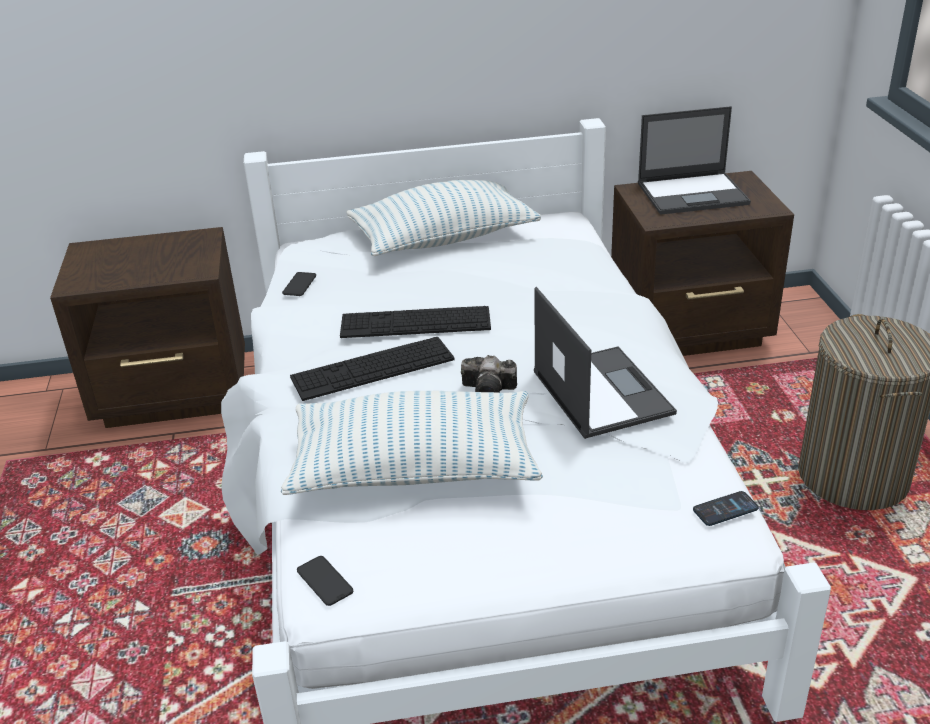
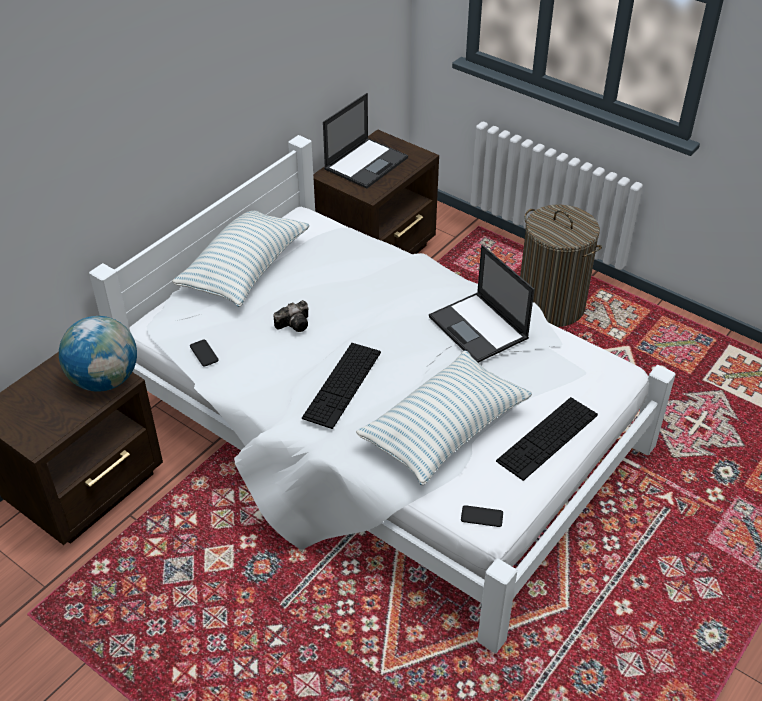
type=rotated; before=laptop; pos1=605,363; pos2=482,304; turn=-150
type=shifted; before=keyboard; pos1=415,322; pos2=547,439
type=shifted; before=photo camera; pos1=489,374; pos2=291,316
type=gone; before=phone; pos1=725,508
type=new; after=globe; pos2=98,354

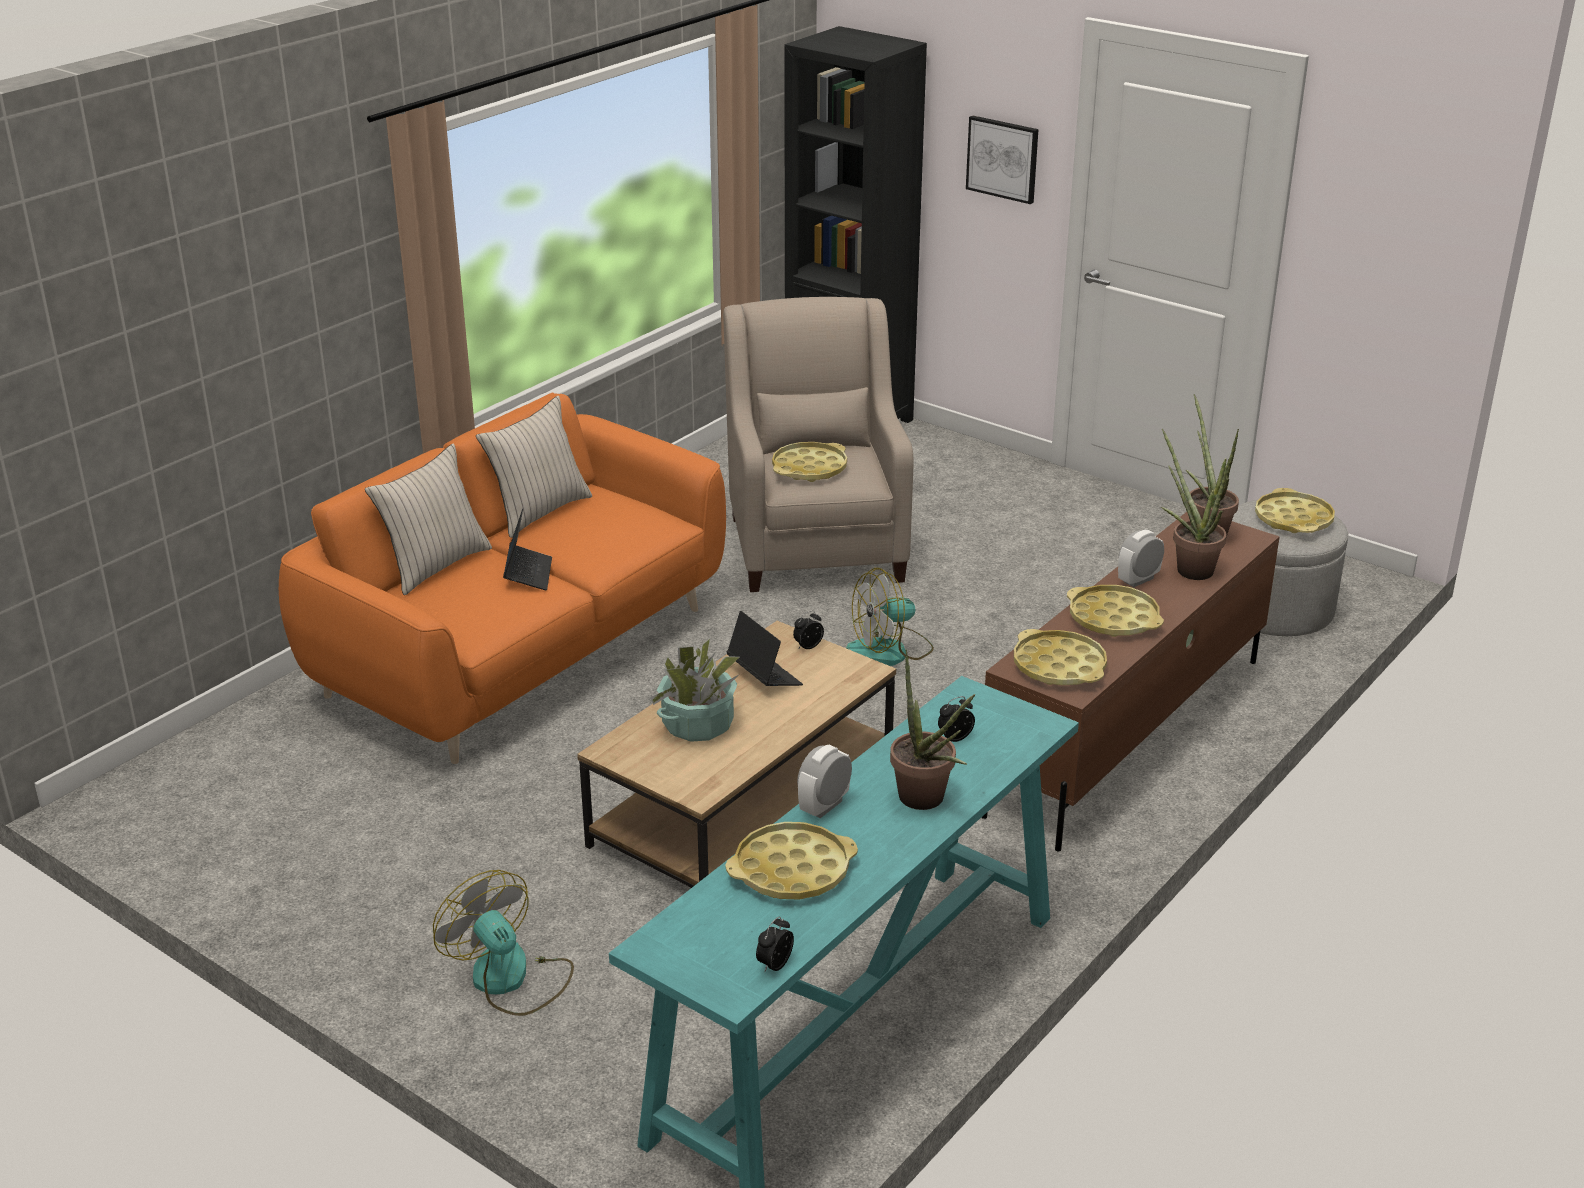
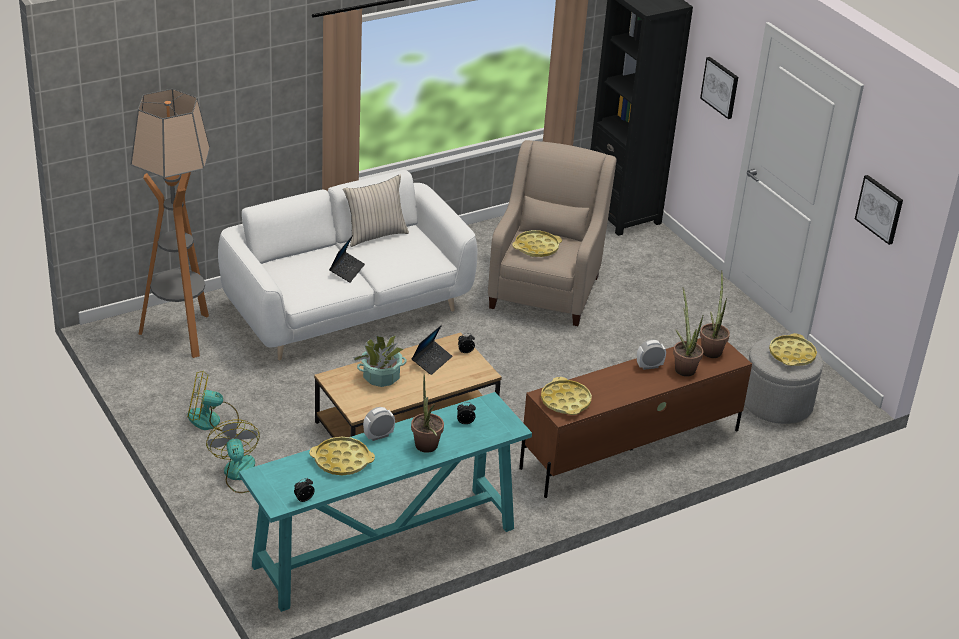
type=repainted; before=orange sofa; after=white sofa; pos1=502,578; pos2=347,265
type=gone; before=beige pillow; pos1=428,519
type=shifted; before=fan; pos1=890,617; pos2=213,400
type=gone; before=yellow tray; pos1=1115,611
type=rotated; before=laptop; pos1=765,648; pos2=431,350; turn=45
type=new; after=floor lamp; pos2=170,223
type=new; after=picture; pos2=879,210

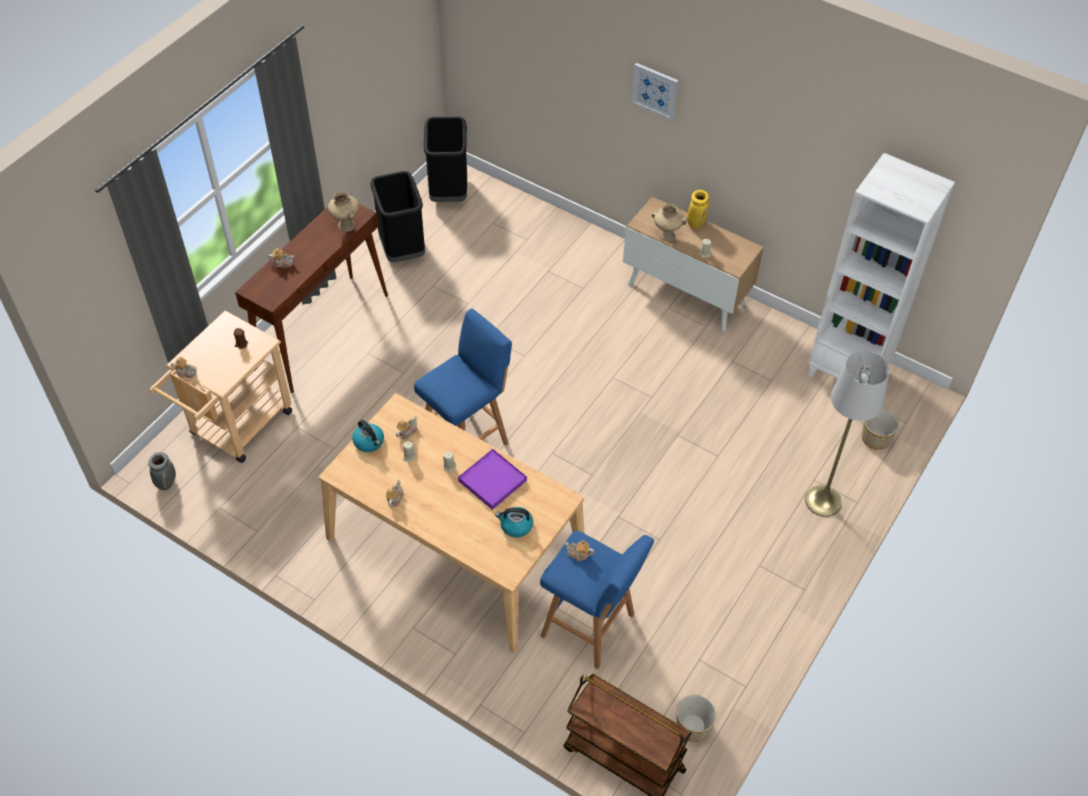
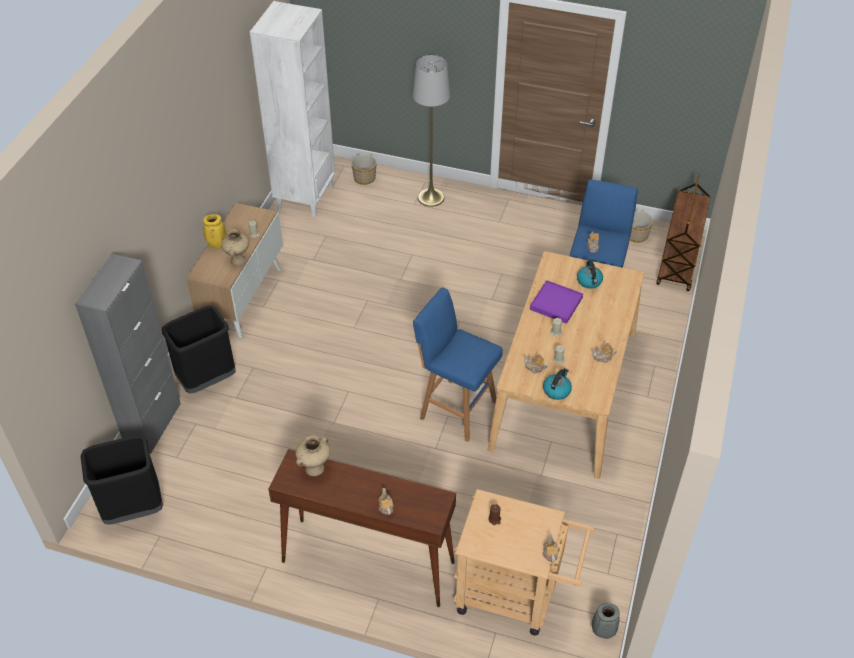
type=gone; before=picture; pos1=655,91
type=shifted; before=black trash can; pos1=398,216; pos2=199,350
type=new; after=grey cabinet; pos2=128,353

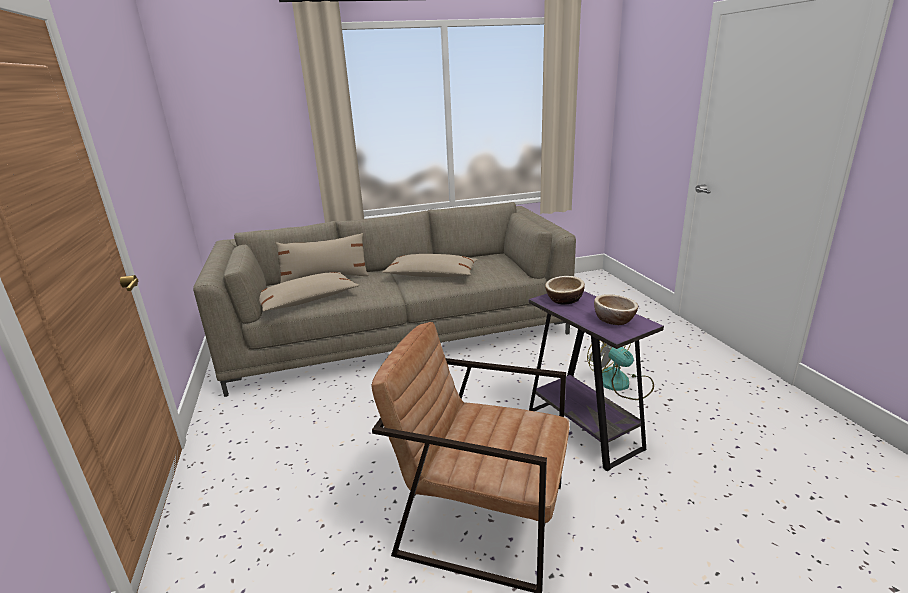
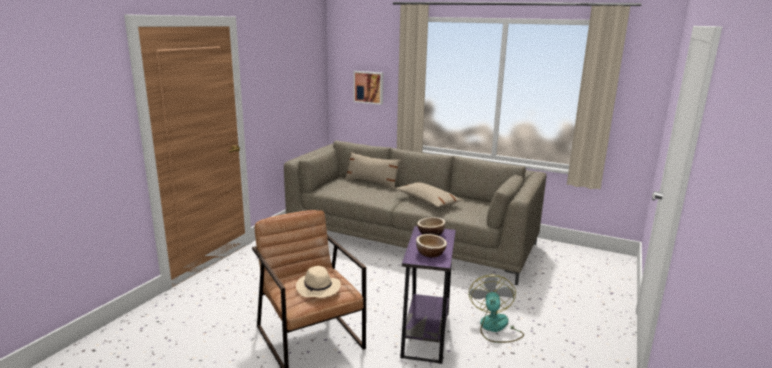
type=gone; before=beige pillow; pos1=309,291
type=new; after=picture; pos2=368,88
type=new; after=beige hat; pos2=318,282

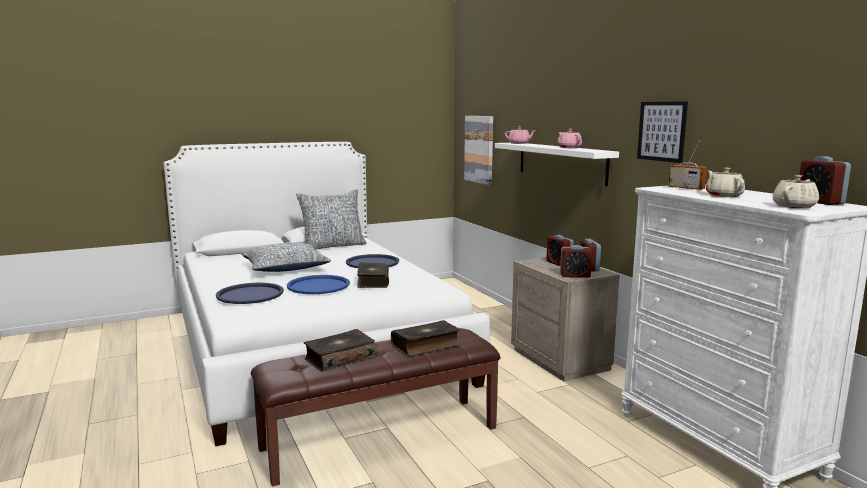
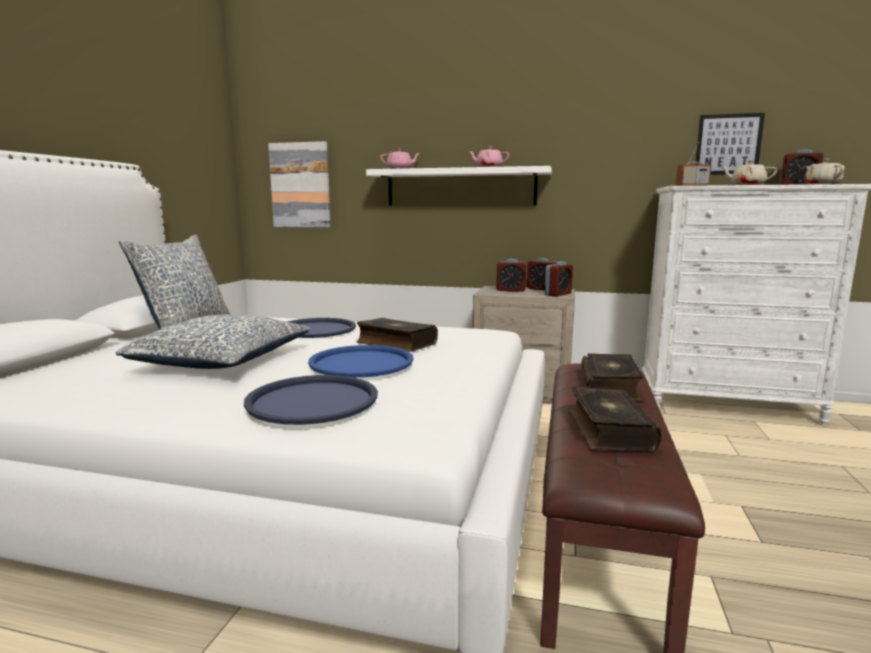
type=shifted; before=picture; pos1=662,132; pos2=730,144

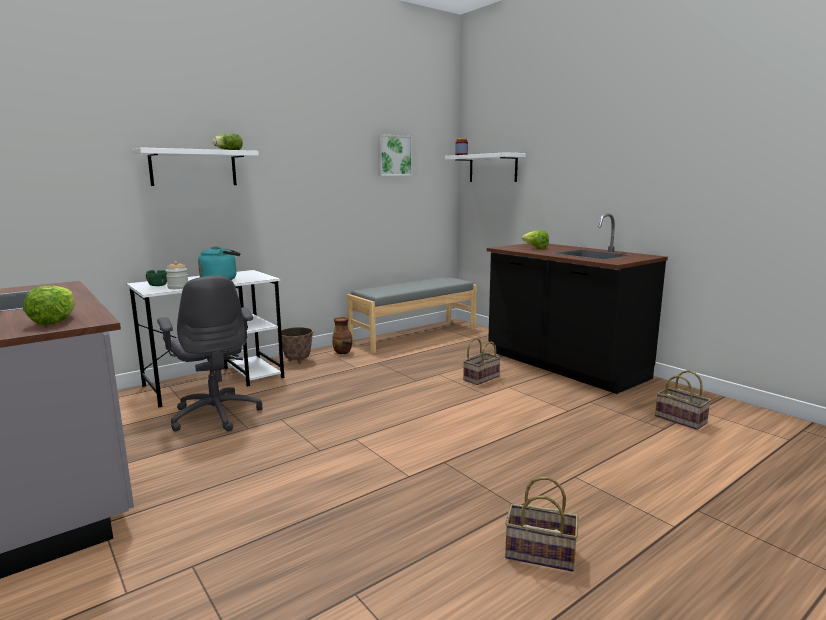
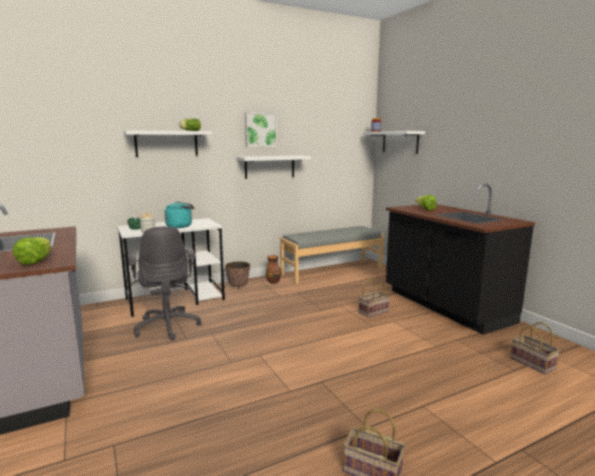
type=shifted; before=picture; pos1=395,155; pos2=261,129
type=new; after=white shelf; pos2=274,167

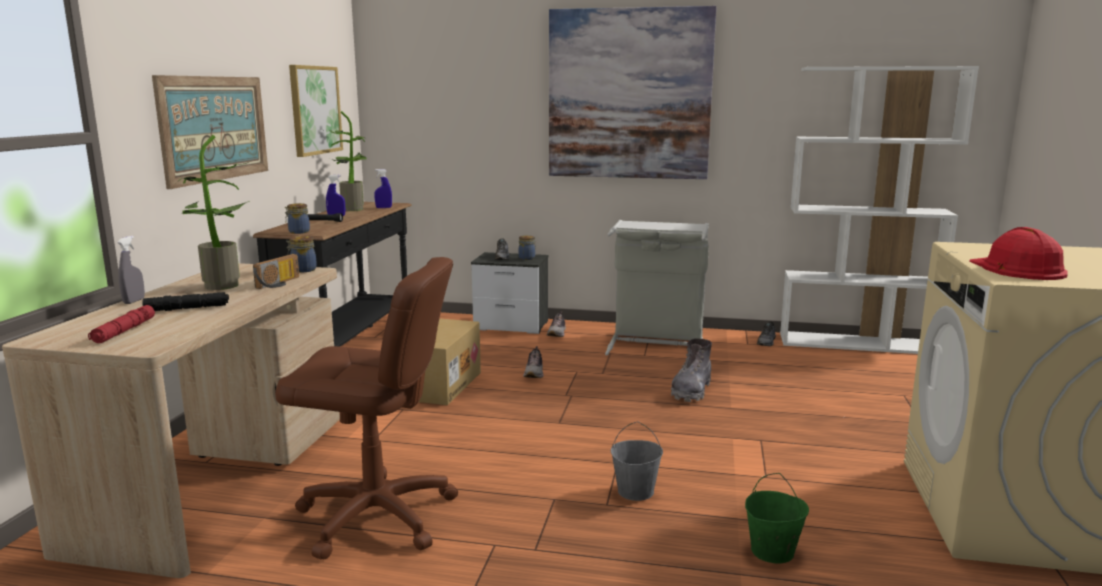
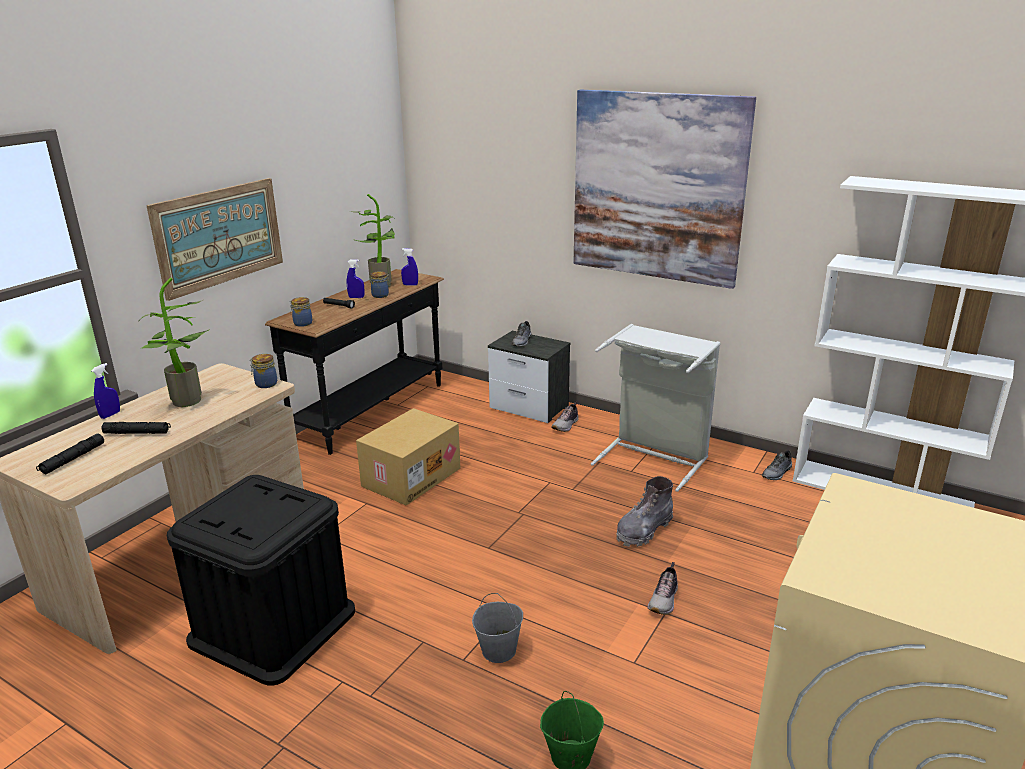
type=gone; before=picture; pos1=316,111
type=gone; before=red hard hat; pos1=1018,253
type=shifted; before=jar; pos1=527,247; pos2=380,284
type=repainted; before=grey spray bottle; after=blue spray bottle; pos1=131,270; pos2=106,391
type=gone; before=radio; pos1=276,271
type=swapped; before=brown office chair; after=black storage box; pos1=366,408; pos2=261,580
type=repainted; before=red flashlight; after=black flashlight; pos1=121,324; pos2=70,453
type=shifted; before=shoe; pos1=533,362; pos2=663,588

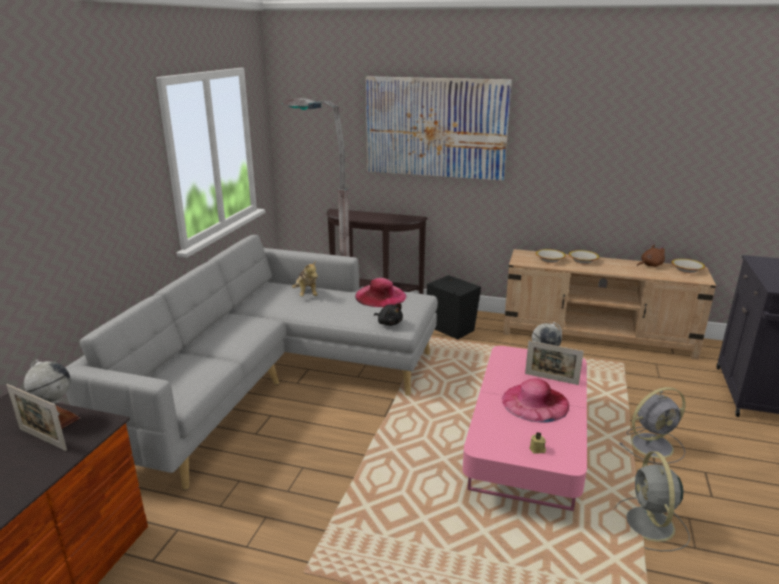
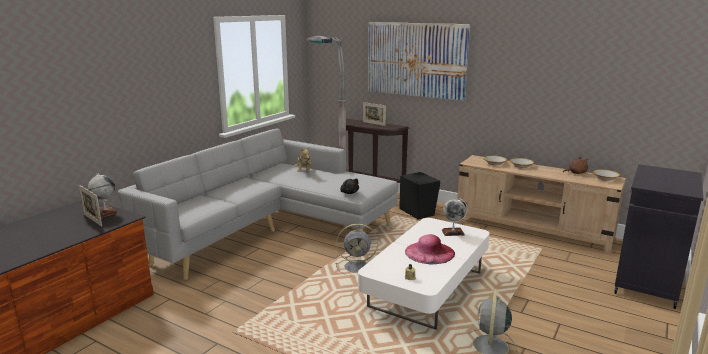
type=gone; before=pink hat; pos1=380,292
type=shifted; before=picture frame; pos1=554,363; pos2=374,114
type=repainted; before=pink coffee table; after=white coffee table; pos1=524,428; pos2=423,274
type=shifted; before=grey fan; pos1=652,425; pos2=357,249

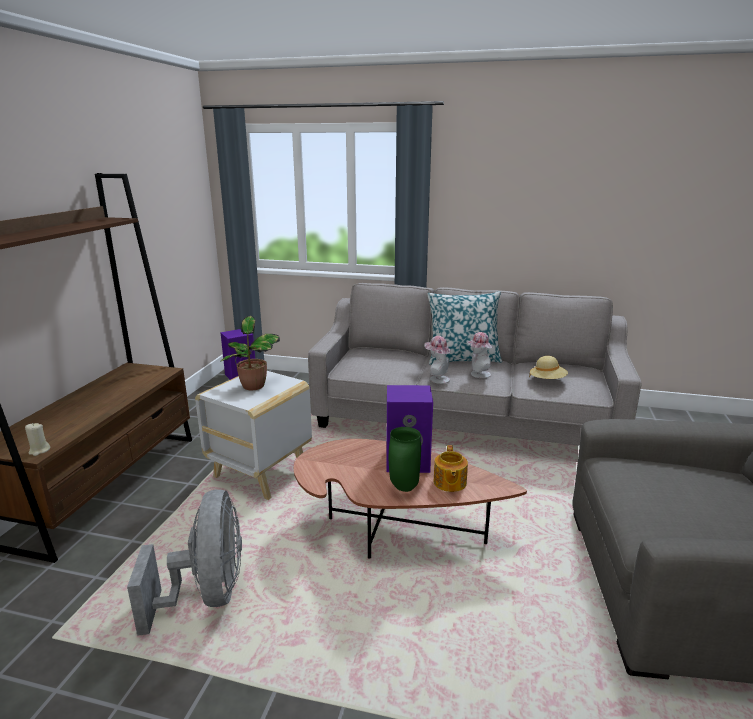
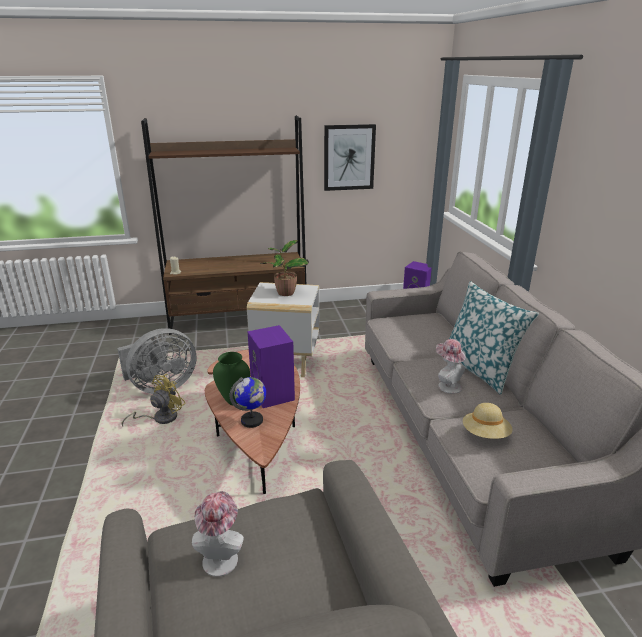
type=shifted; before=hat; pos1=437,360; pos2=218,534
type=swapped; before=teapot; after=globe; pos1=451,468; pos2=247,402
type=new; after=picture; pos2=350,157
type=new; after=yellow fan; pos2=154,400

